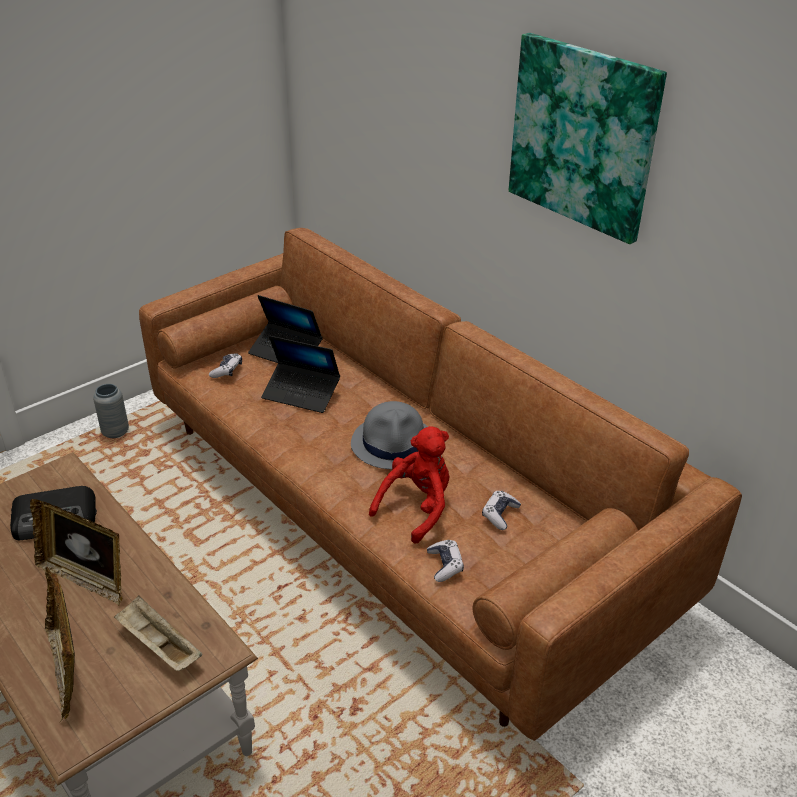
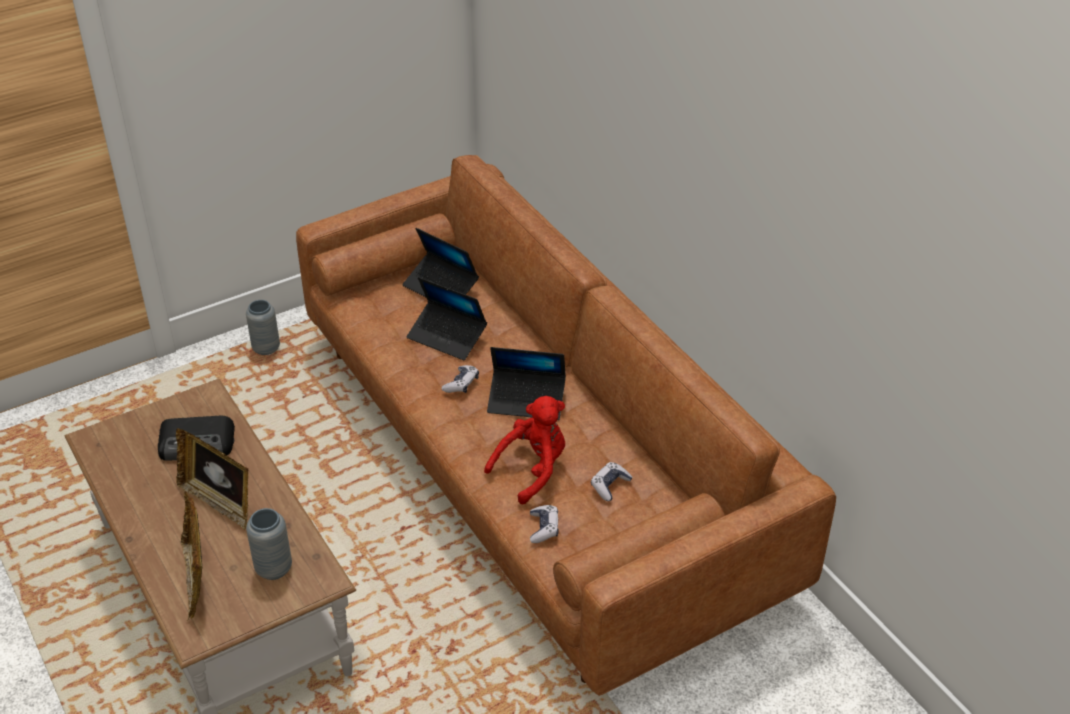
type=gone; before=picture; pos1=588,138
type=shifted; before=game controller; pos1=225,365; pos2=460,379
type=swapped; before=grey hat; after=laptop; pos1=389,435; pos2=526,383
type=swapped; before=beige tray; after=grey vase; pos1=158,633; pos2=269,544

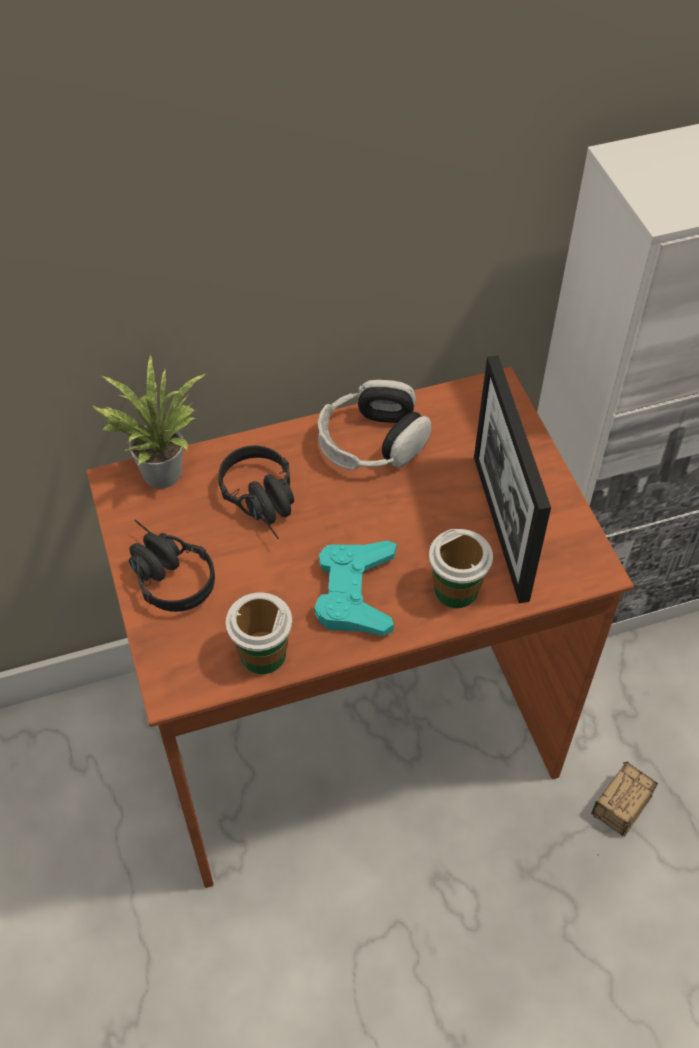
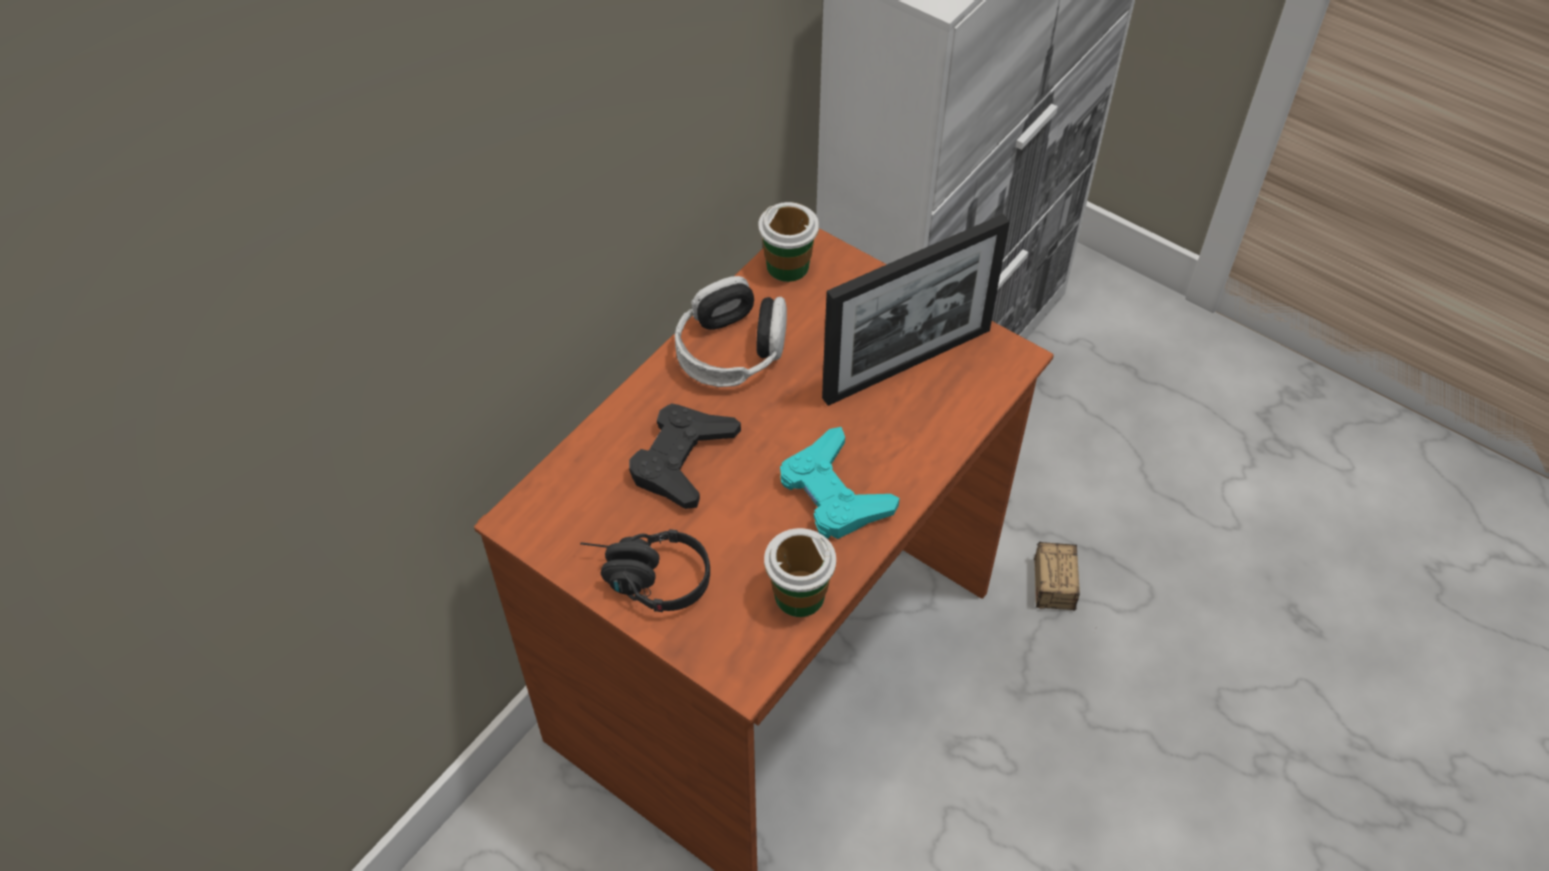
type=gone; before=potted plant; pos1=148,421
type=rotated; before=picture frame; pos1=512,479; pos2=916,310; turn=-75
type=swapped; before=black headphones; after=black game controller; pos1=256,492; pos2=685,456
type=shifted; before=cup; pos1=461,568; pos2=788,242

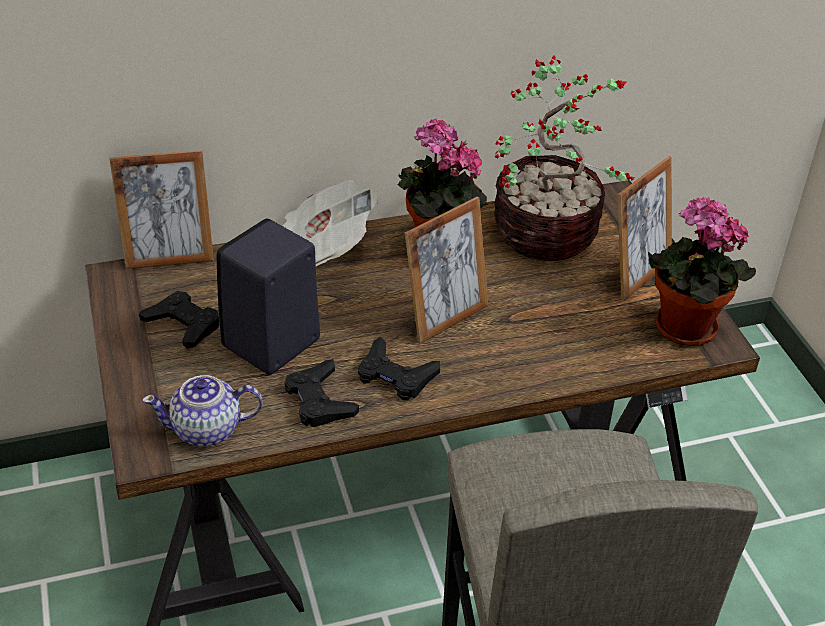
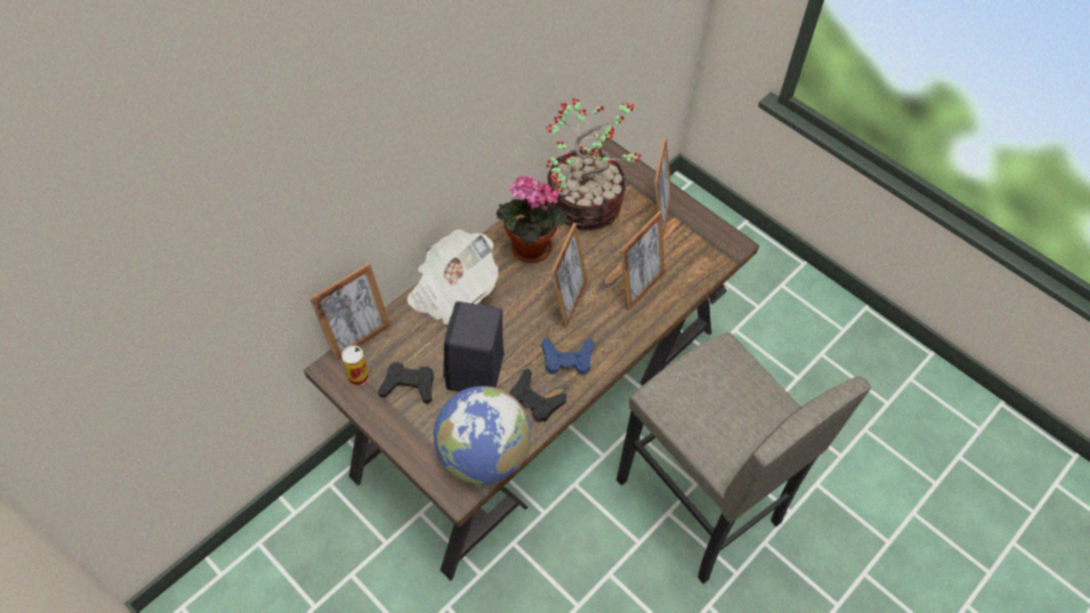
type=gone; before=potted plant; pos1=702,271
type=repainted; before=black game controller; after=blue game controller; pos1=399,369; pos2=568,356
type=swapped; before=teapot; after=globe; pos1=202,411; pos2=482,435
type=new; after=picture frame; pos2=642,261
type=new; after=can; pos2=355,365

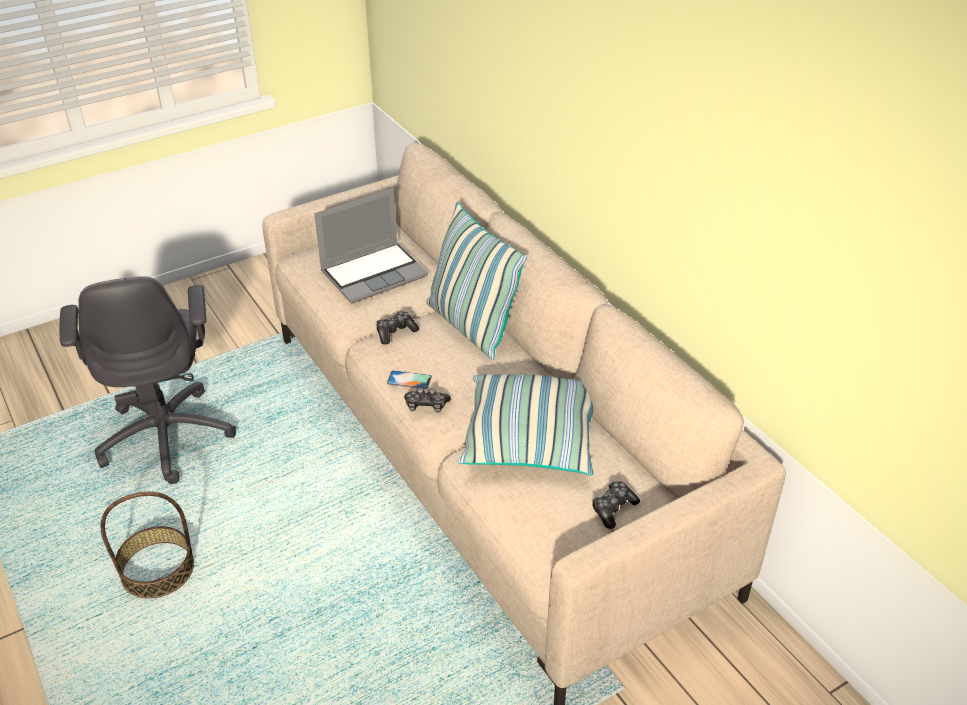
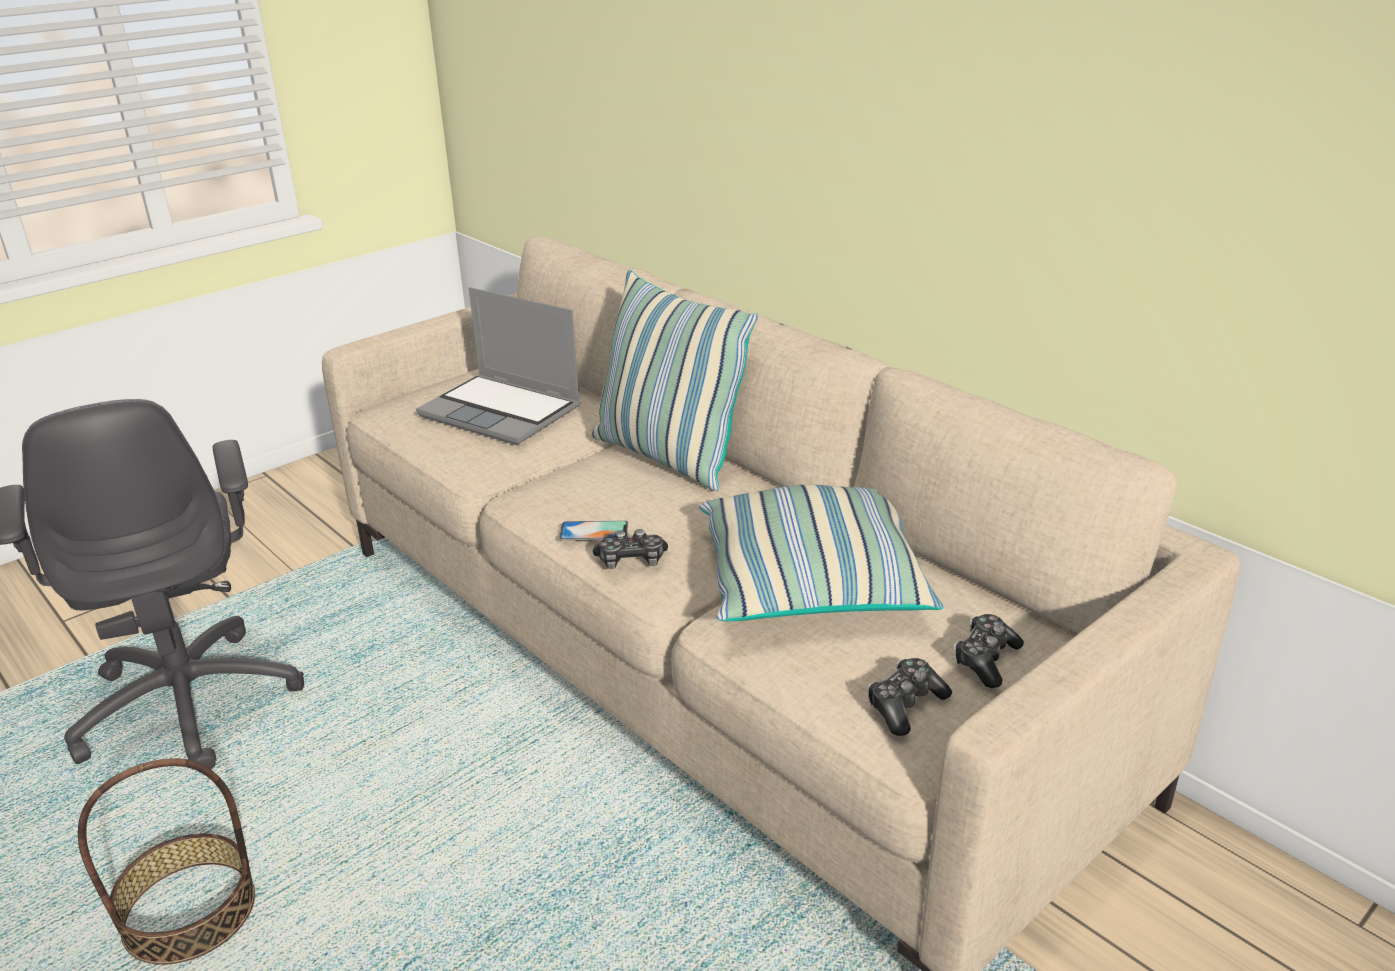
type=rotated; before=laptop; pos1=371,245; pos2=498,366; turn=75
type=shifted; before=game controller; pos1=398,328; pos2=909,697

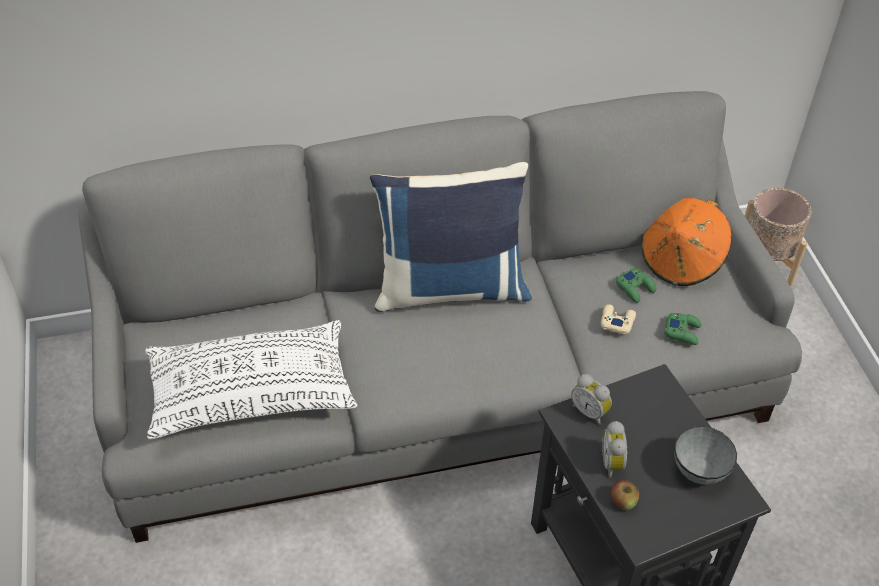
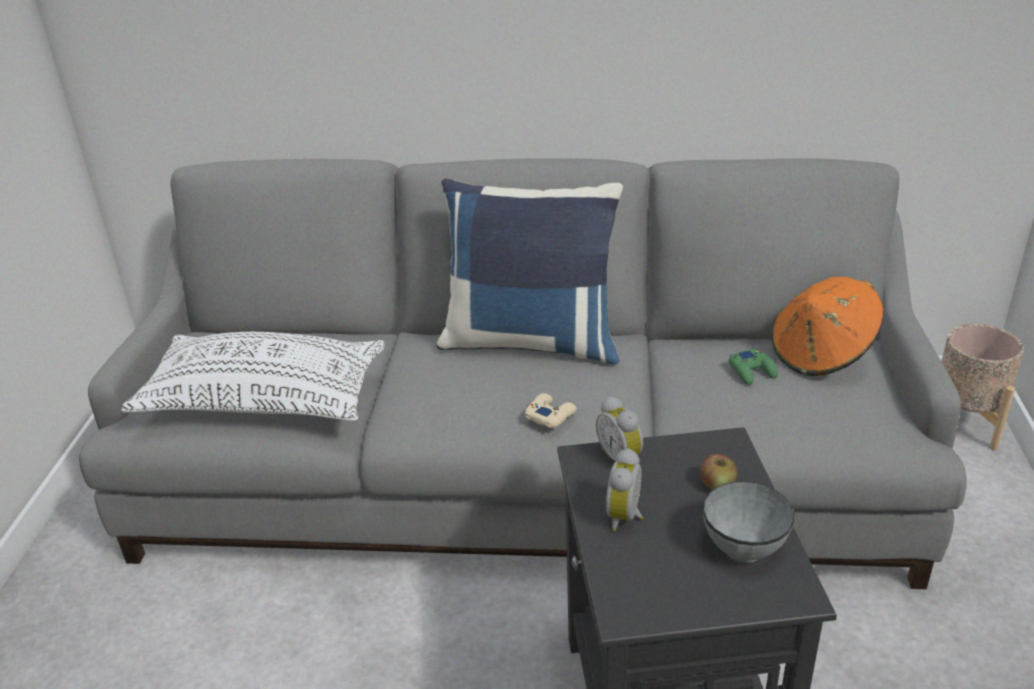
type=shifted; before=beige game controller; pos1=618,319; pos2=551,410
type=gone; before=green game controller; pos1=682,329
type=shifted; before=apple; pos1=624,495; pos2=718,472

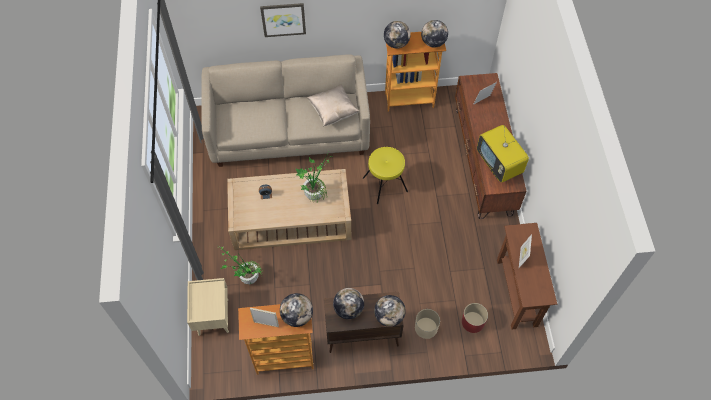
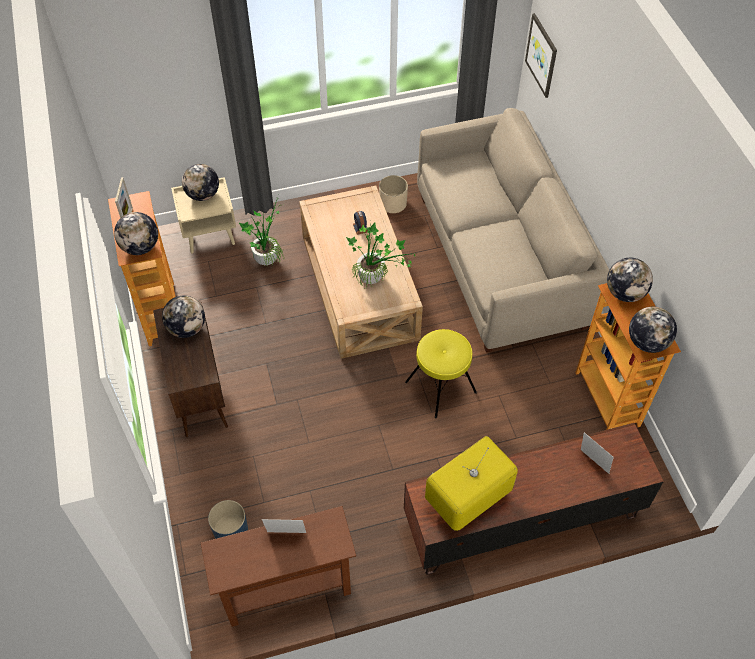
type=shifted; before=picture; pos1=283,20; pos2=541,55
type=gone; before=beige pillow; pos1=333,105
type=shifted; before=globe; pos1=390,311; pos2=200,182
type=repainted; before=red planter; after=blue planter; pos1=475,318; pos2=228,519
type=shifted; before=beige planter; pos1=427,324; pos2=393,194

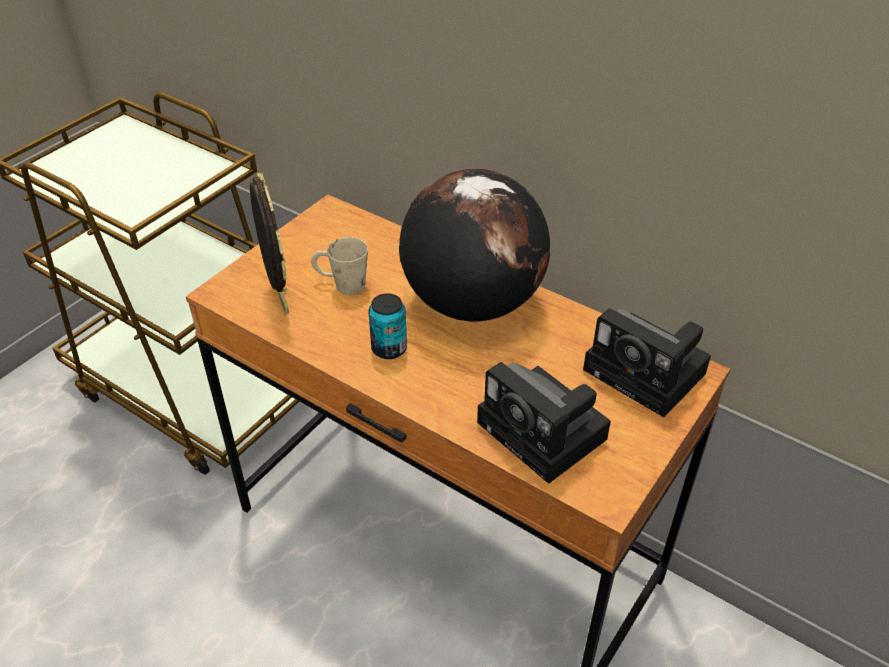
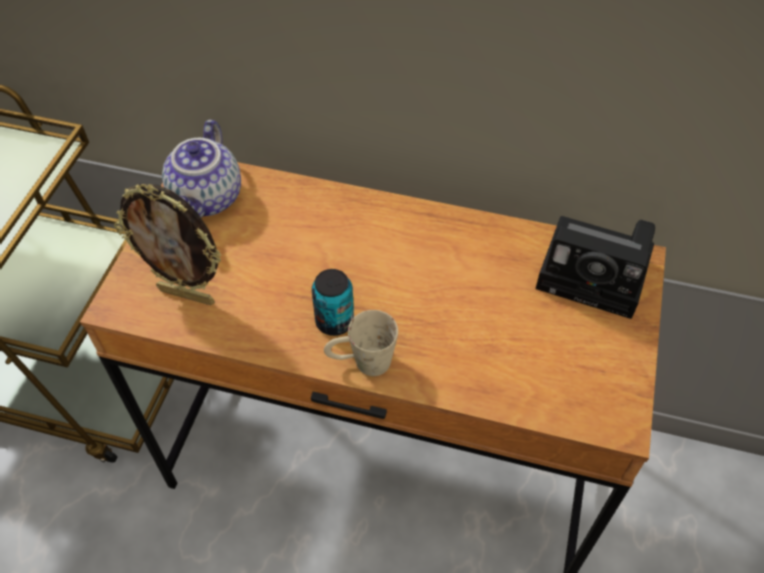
type=gone; before=globe; pos1=474,245
type=rotated; before=picture frame; pos1=269,243; pos2=167,244; turn=150
type=shifted; before=beige mug; pos1=339,266; pos2=361,343
type=gone; before=photo camera; pos1=544,423
type=new; after=teapot; pos2=201,168

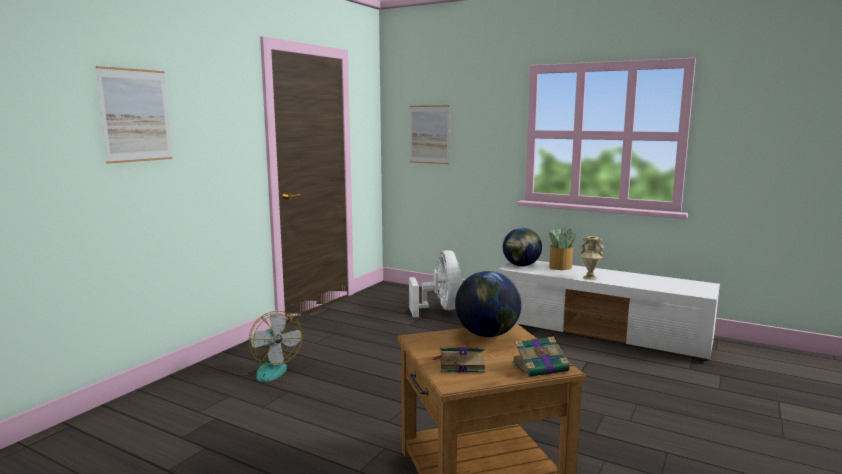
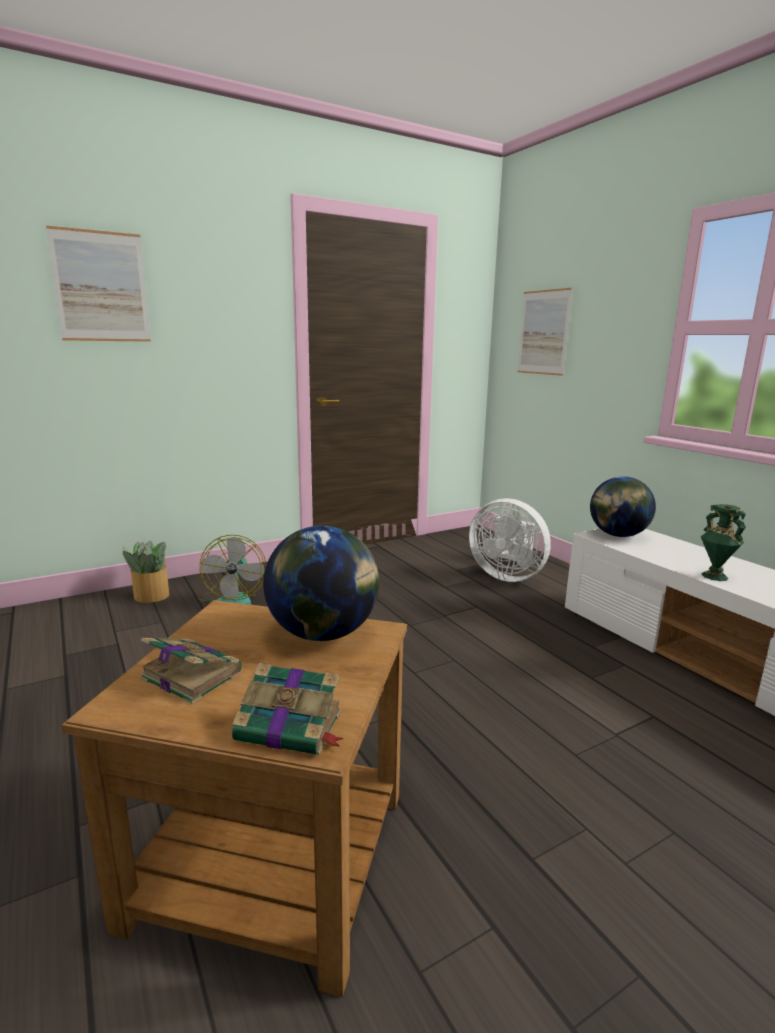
type=shifted; before=potted plant; pos1=562,248; pos2=146,572
type=repainted; before=beige vase; after=green vase; pos1=592,258; pos2=723,542
type=rotated; before=white fan; pos1=435,283; pos2=510,540; turn=105

